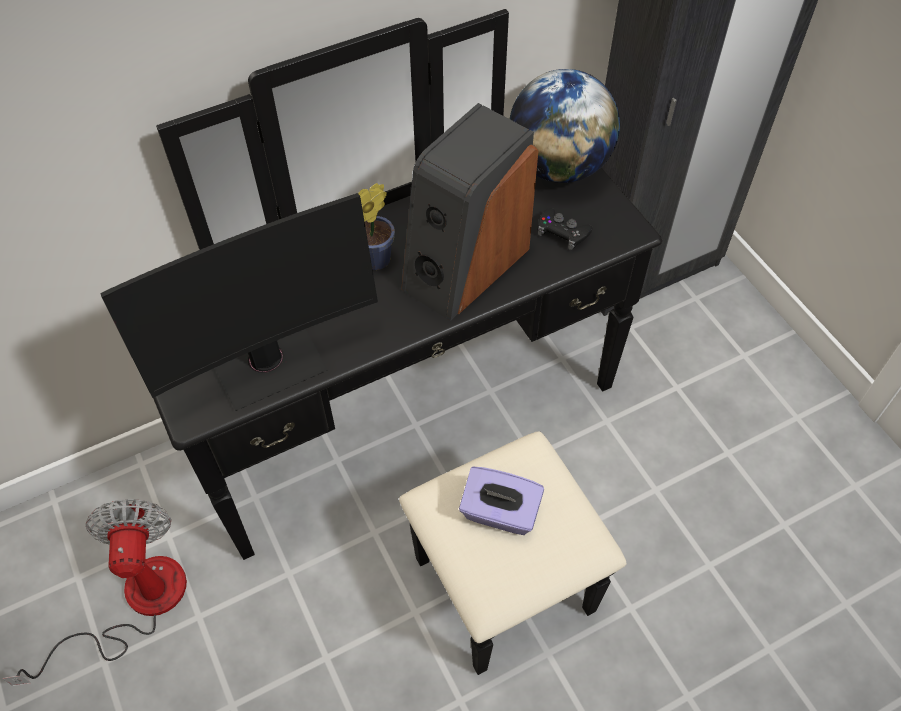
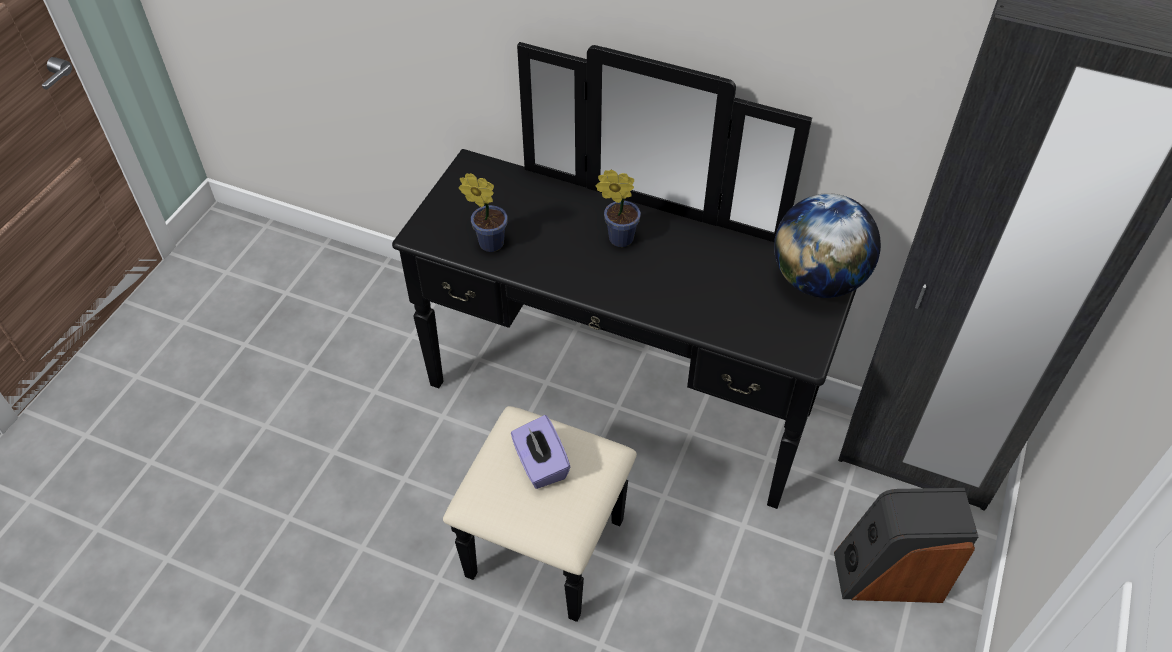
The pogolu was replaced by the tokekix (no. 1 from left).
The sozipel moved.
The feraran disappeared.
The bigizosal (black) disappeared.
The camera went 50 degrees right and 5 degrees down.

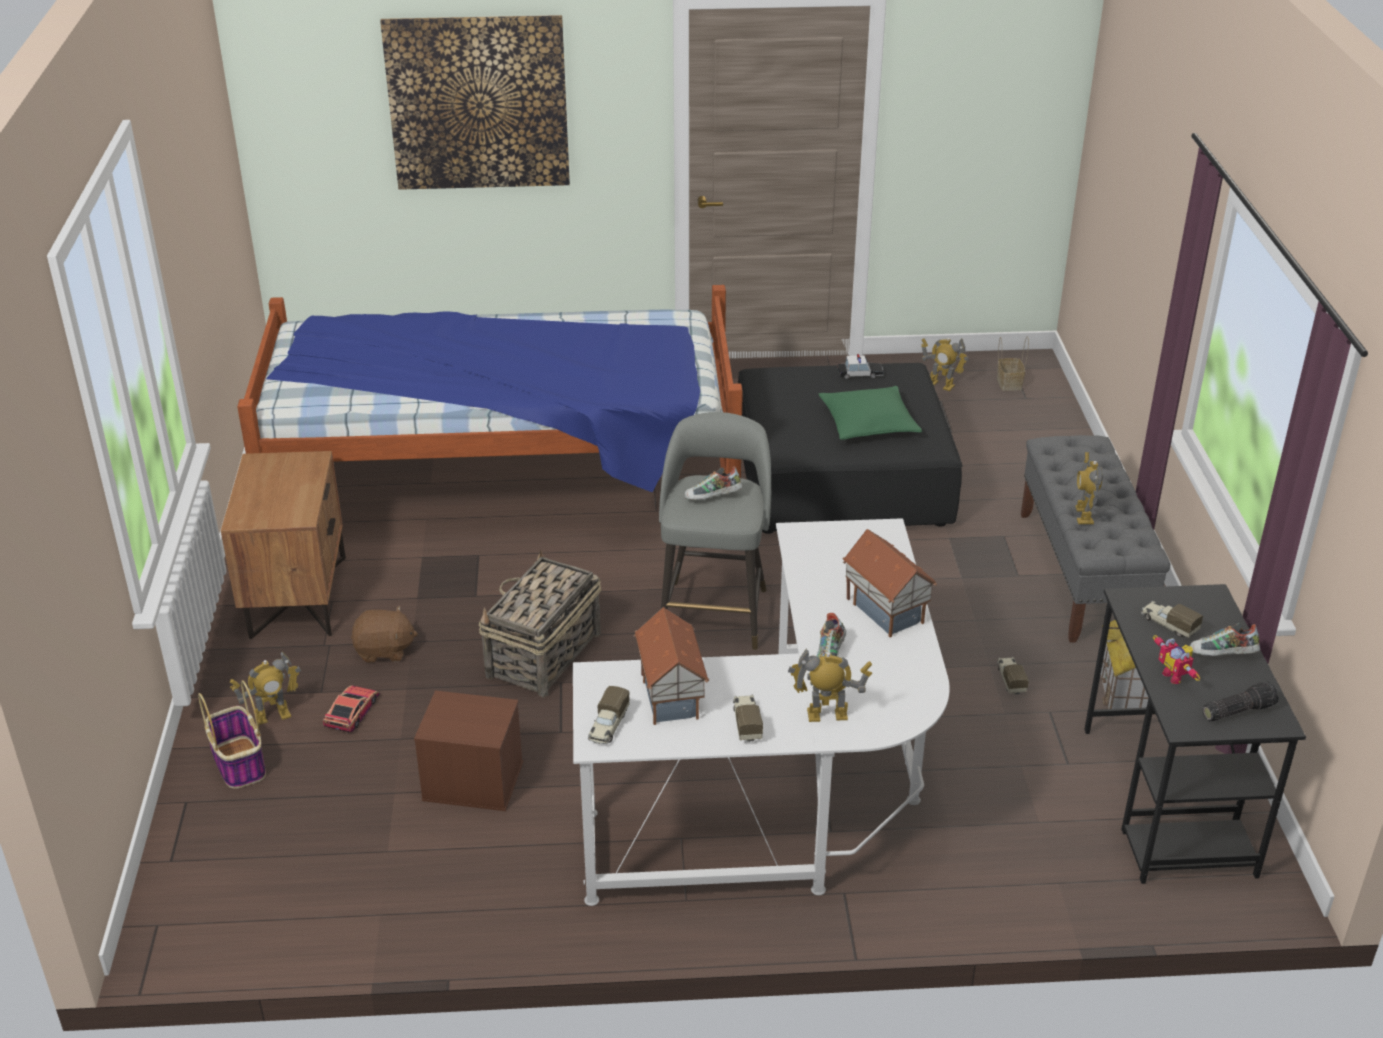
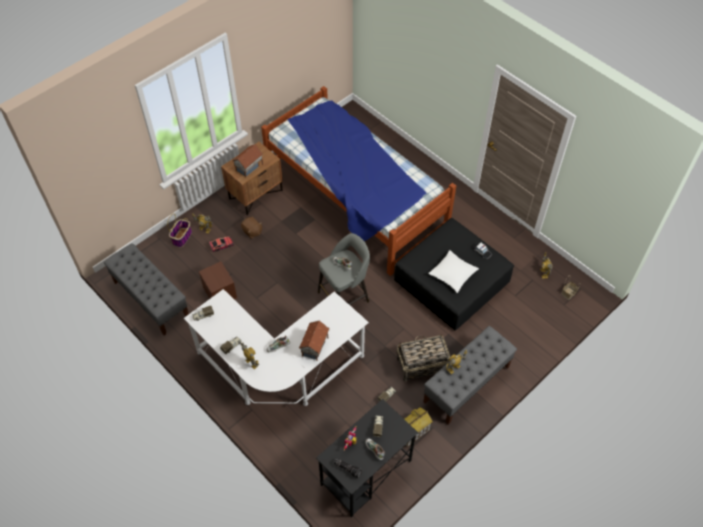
The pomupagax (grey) (no. 1 from left) appeared.
The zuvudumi (no. 1 from left) moved.
The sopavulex (no. 2 from left) moved.
The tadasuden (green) became the tadasuden (white).
The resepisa disappeared.
The camera went 50 degrees right and 20 degrees up.

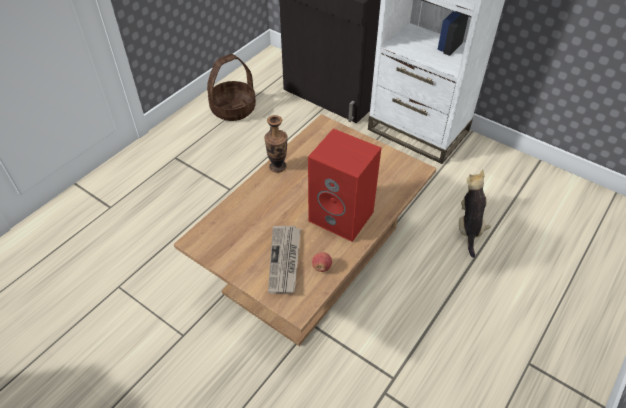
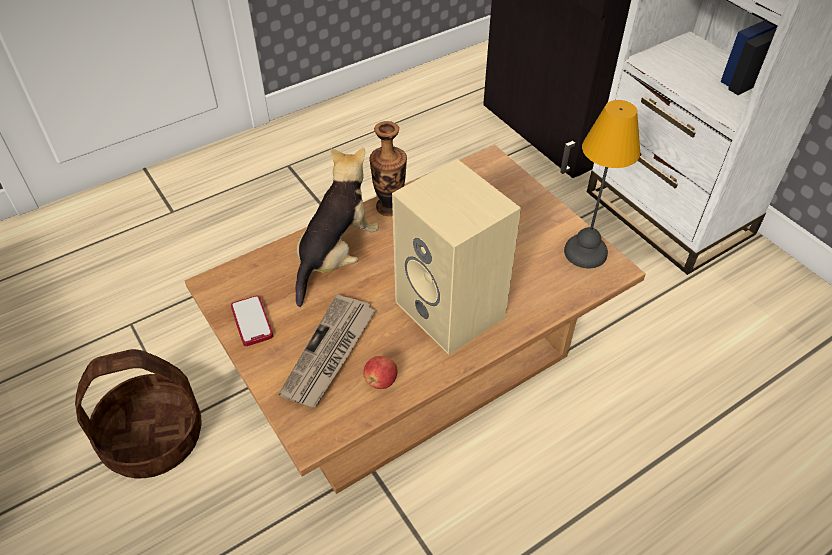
The sopavulex moved.
The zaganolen appeared.
The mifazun moved.
The sozipel (red) became the sozipel (beige).
The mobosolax appeared.
The camera went 20 degrees right and 0 degrees up.

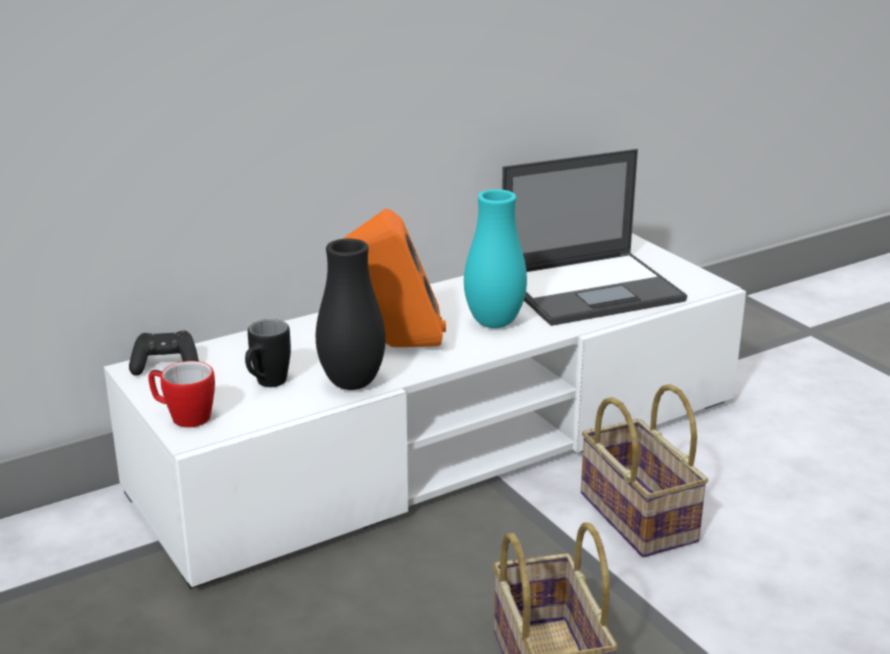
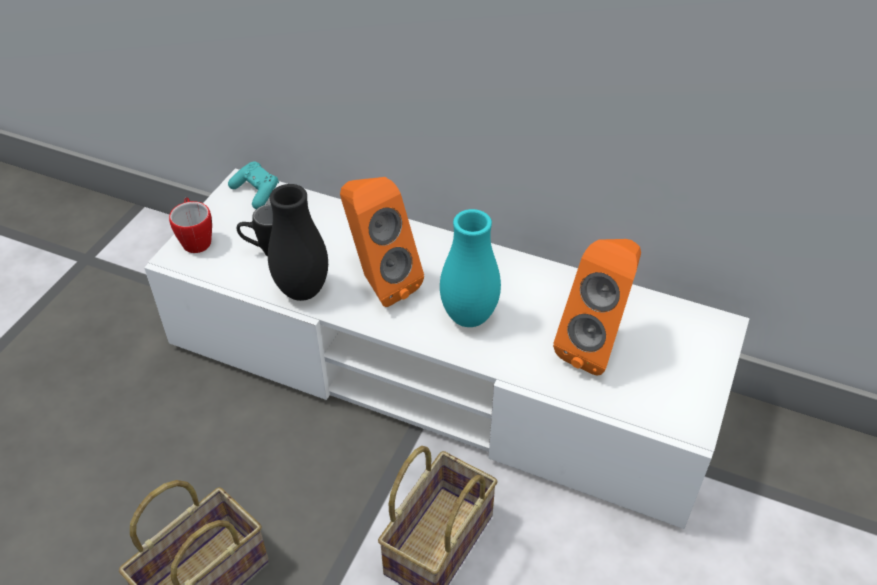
The bigizosal (black) became the bigizosal (turquoise).
The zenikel was replaced by the sozipel (orange) (no. 2 from left).
The camera went 55 degrees right and 20 degrees up.

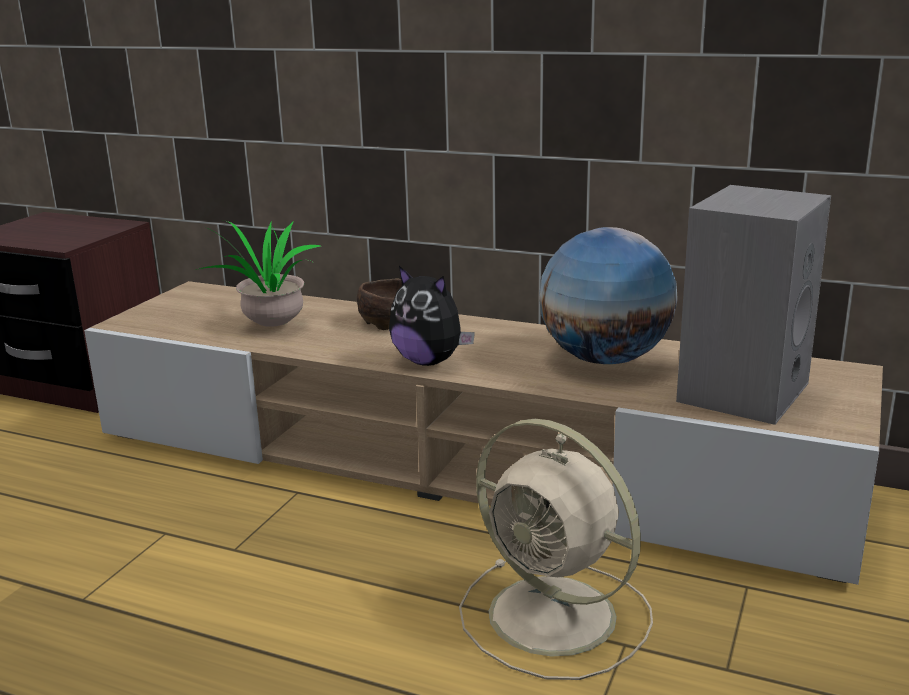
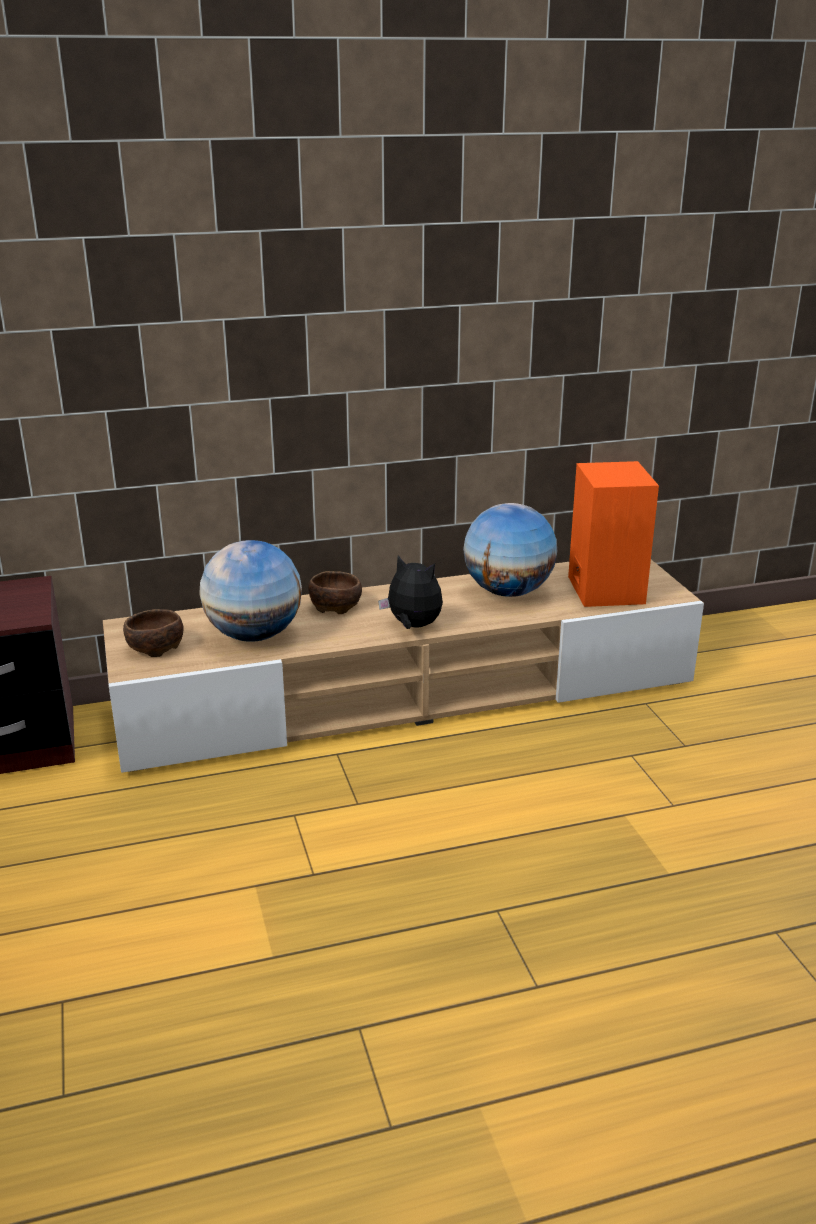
The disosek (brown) (no. 1 from left) appeared.
The tokekix was replaced by the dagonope (no. 1 from left).
The mifazun turned 150 degrees counterclockwise.
The sozipel (grey) became the sozipel (orange).
The feraran (beige) disappeared.
The camera went 40 degrees left and 5 degrees up.

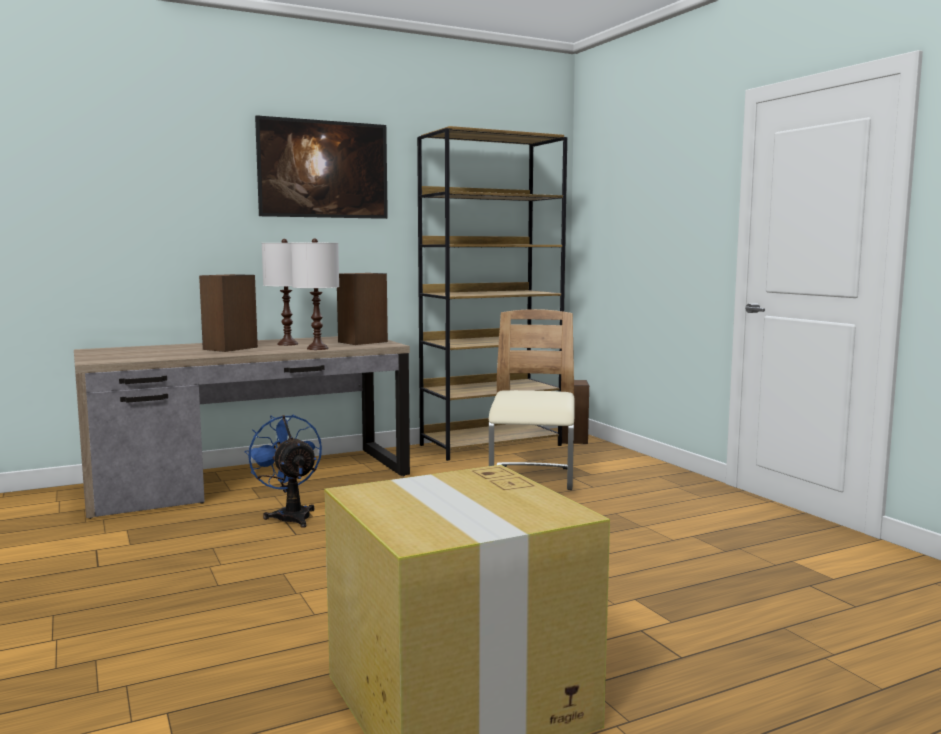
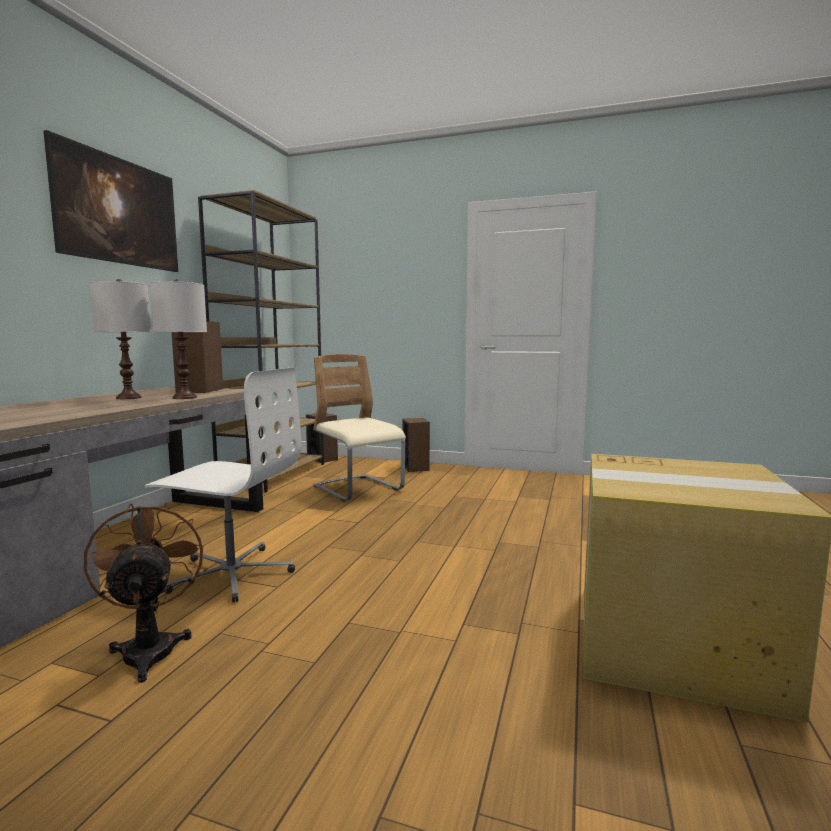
The feraran (brown) appeared.
The feraran (blue) was replaced by the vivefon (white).
The sozipel (no. 1 from left in the first image) moved.
The camera went 45 degrees left and 0 degrees up.

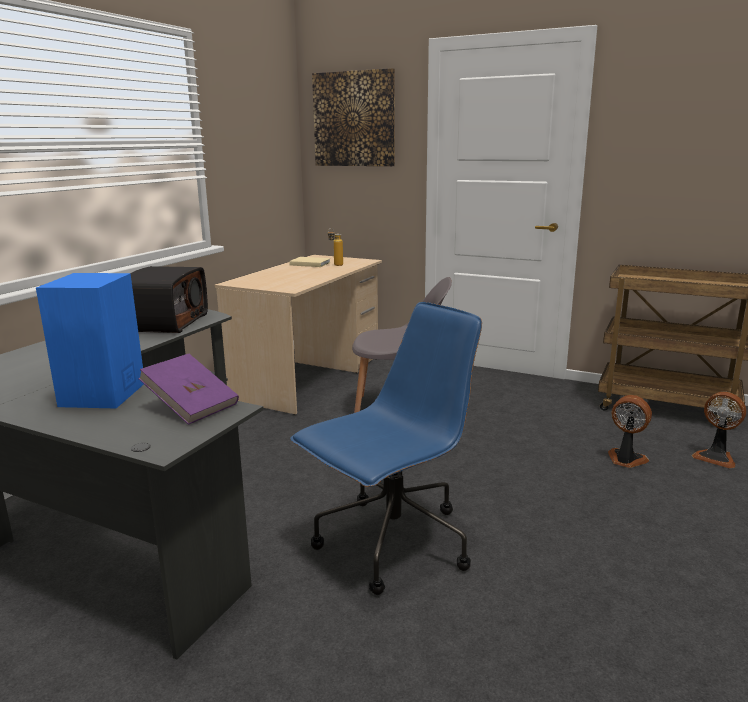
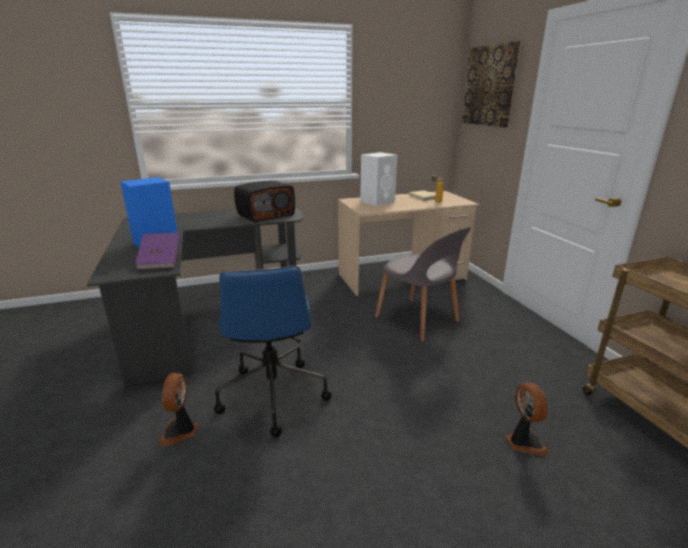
The feraran (no. 2 from left in the first image) moved.
The vivefon (blue) turned 75 degrees clockwise.
The sozipel (white) appeared.
The camera went 45 degrees right and 5 degrees up.

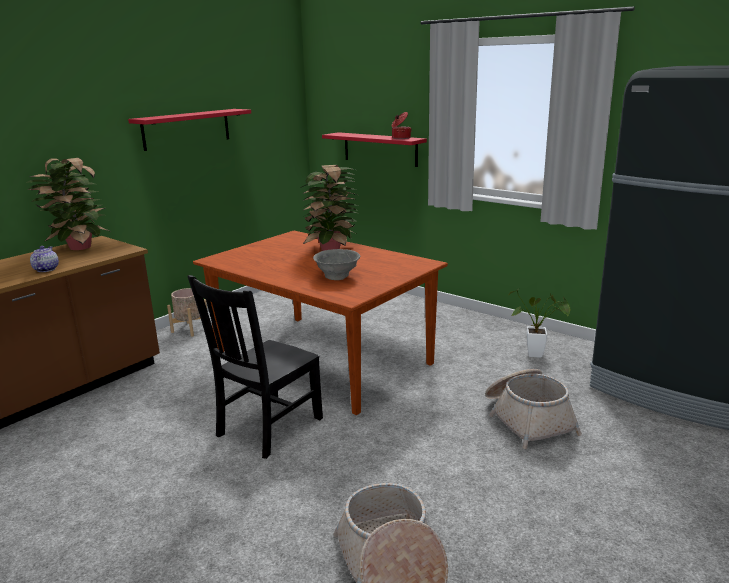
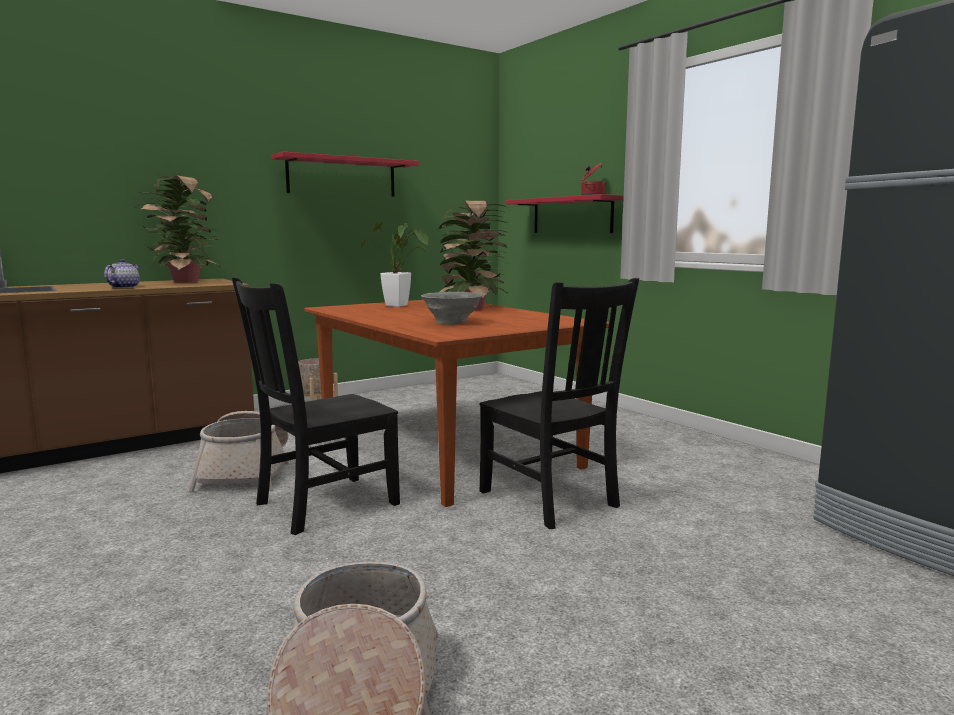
The sopavulex (no. 2 from left in the first image) moved.
The tokekix (no. 3 from left in the first image) moved.
The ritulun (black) (no. 2 from left) appeared.
The camera went 15 degrees right and 10 degrees down.

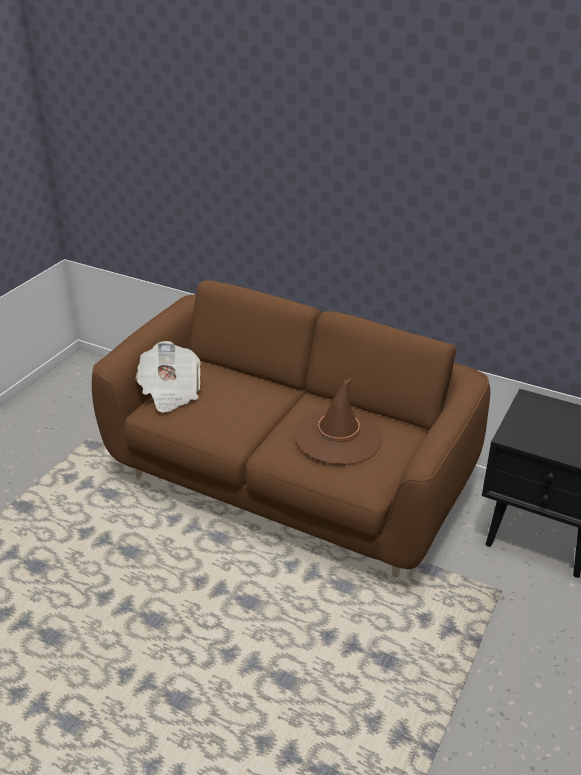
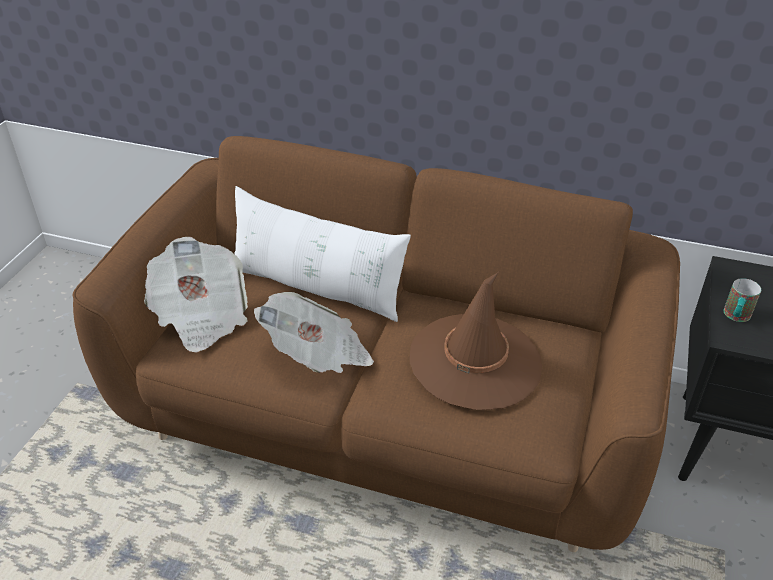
The tadasuden (white) appeared.
The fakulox (no. 2 from left) appeared.
The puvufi appeared.
The camera went 10 degrees left and 5 degrees up.

